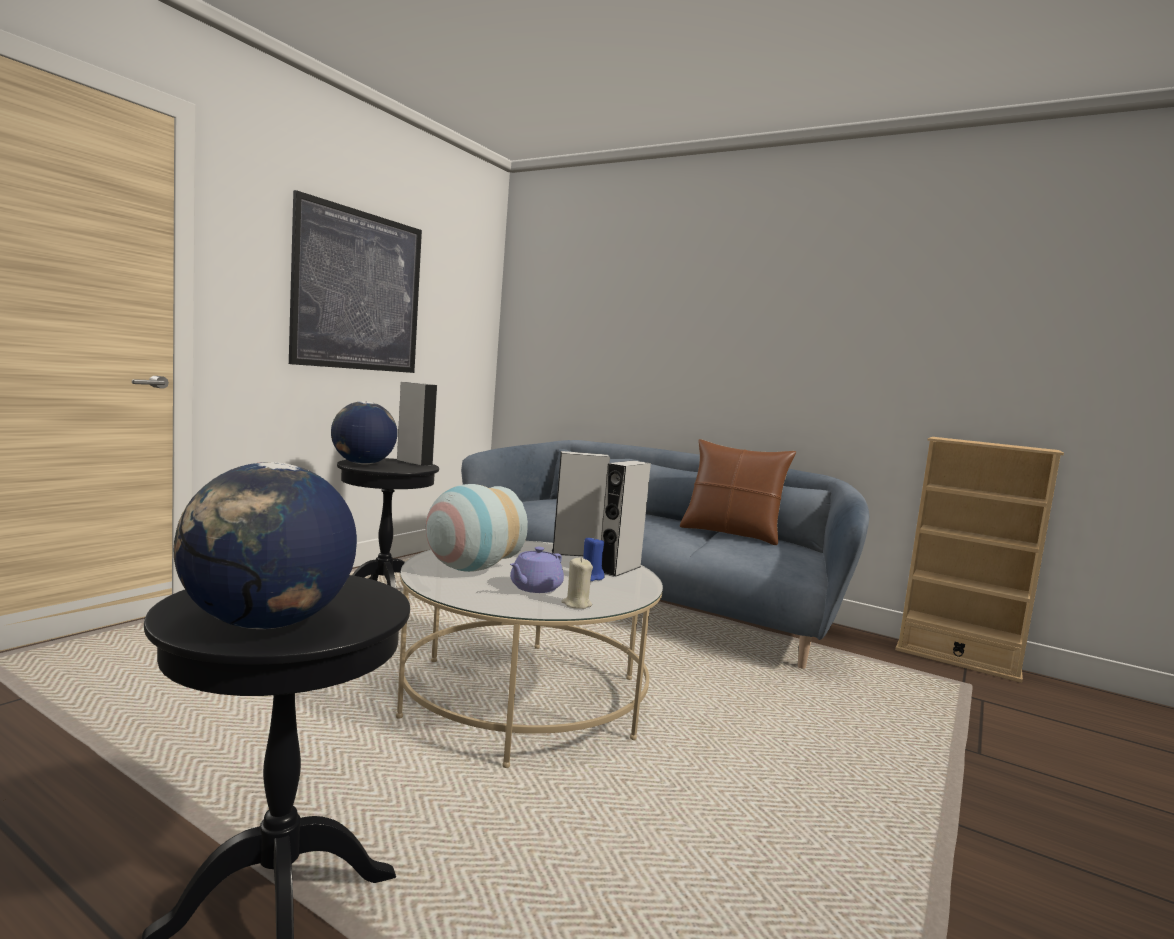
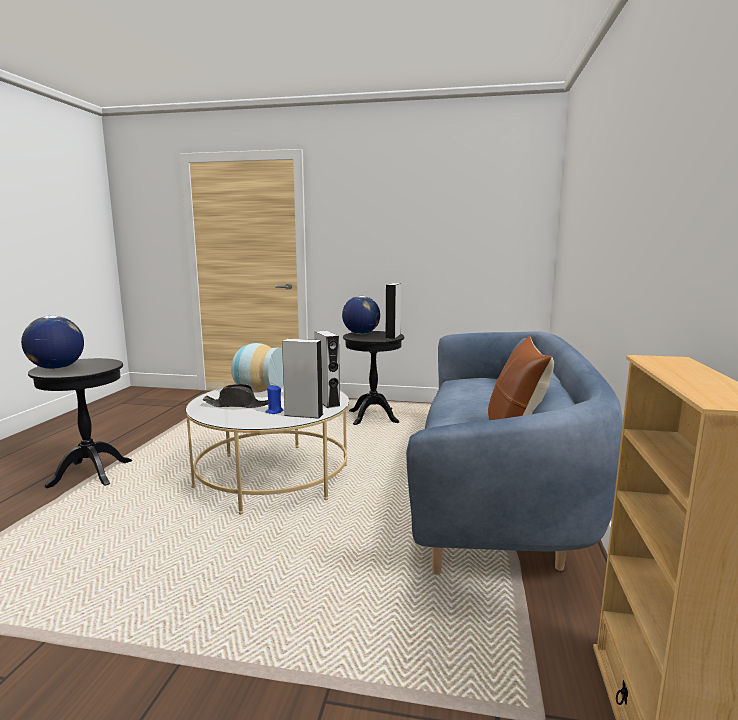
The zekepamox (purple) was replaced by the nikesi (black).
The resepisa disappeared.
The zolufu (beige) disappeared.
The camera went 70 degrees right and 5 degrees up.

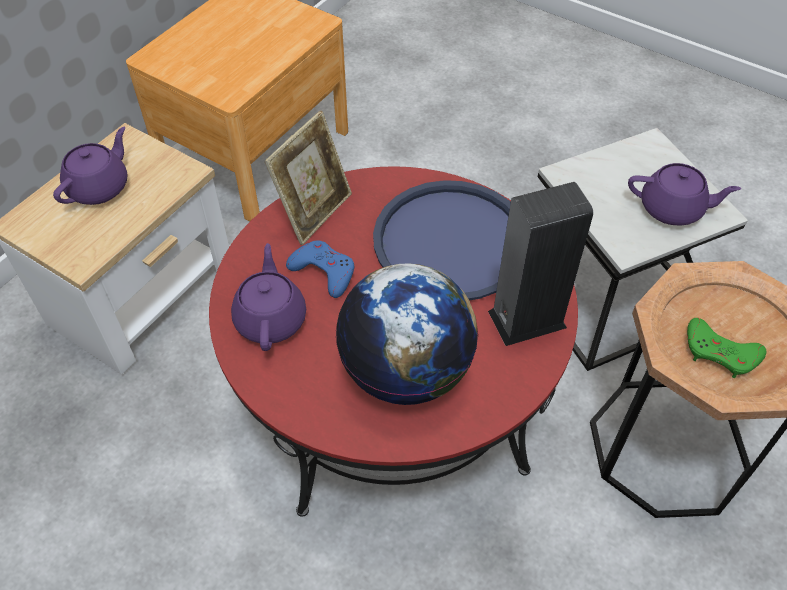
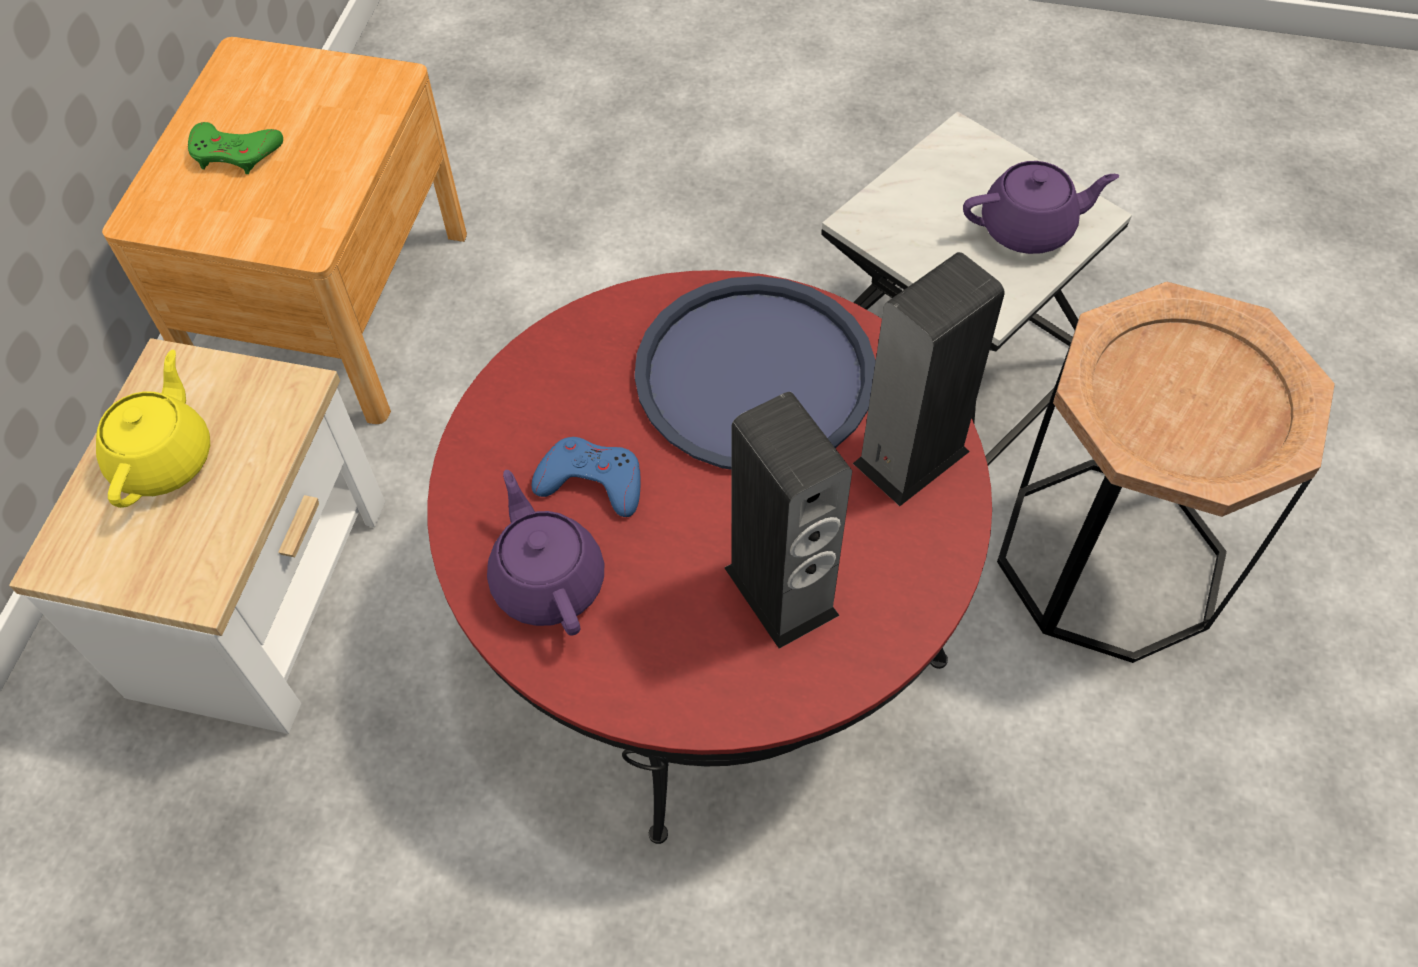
The zekepamox (purple) (no. 1 from left) became the zekepamox (yellow).
The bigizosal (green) moved.
The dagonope was replaced by the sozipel (no. 1 from left).
The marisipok disappeared.
The camera went 20 degrees left and 5 degrees up.

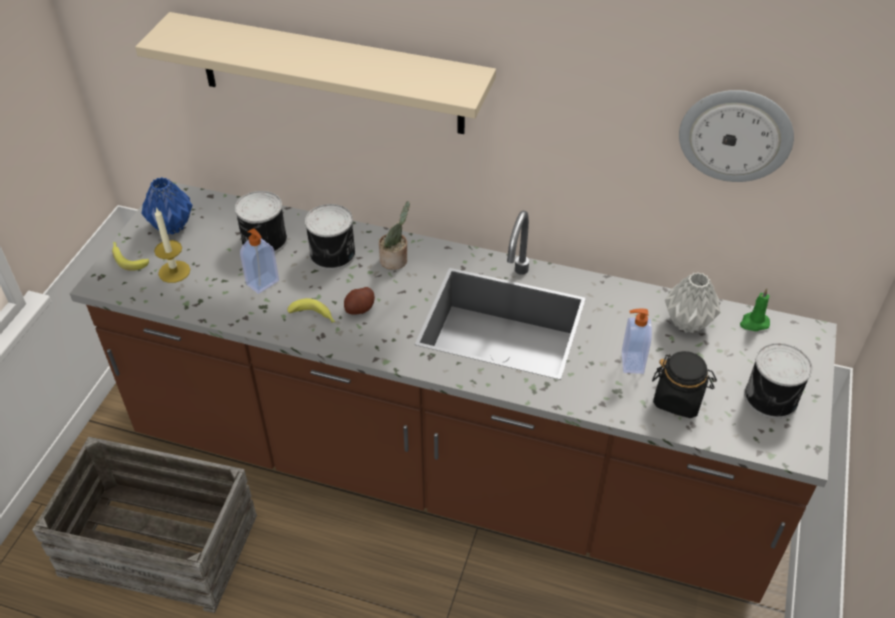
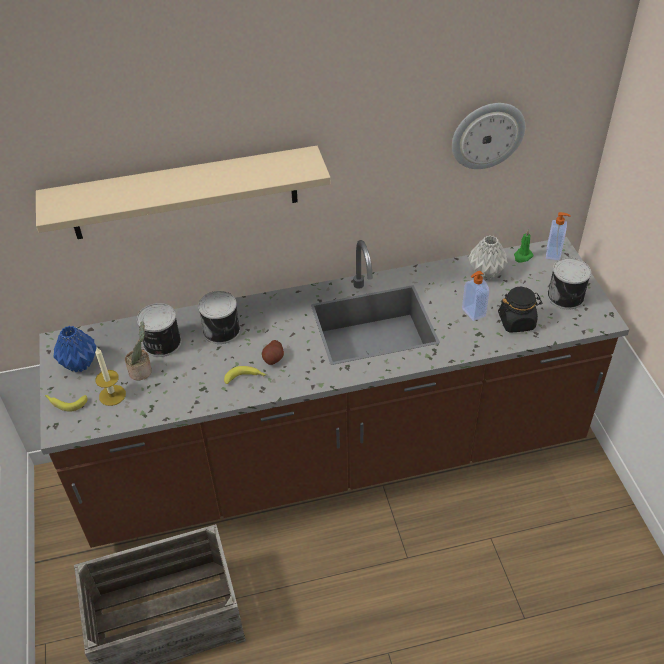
The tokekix moved.
The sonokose (no. 1 from left in the first image) moved.
The camera went 30 degrees left and 0 degrees up.

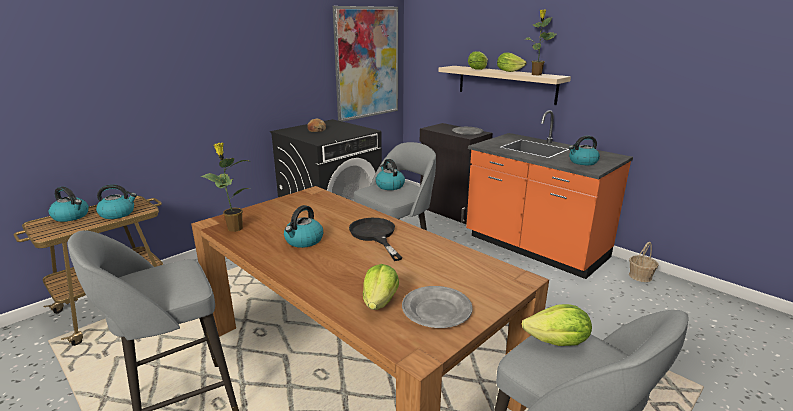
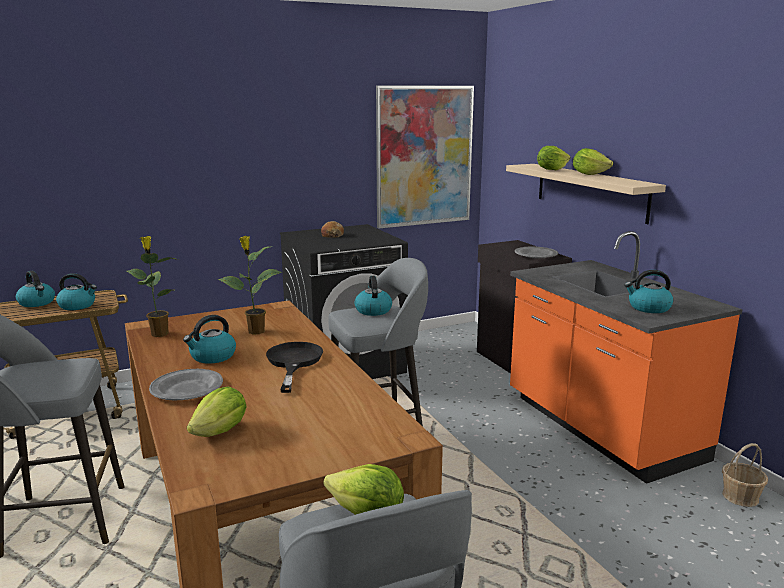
The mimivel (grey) (no. 1 from left) moved.
The tokekix (no. 2 from left) moved.
The camera went 20 degrees right and 5 degrees down.

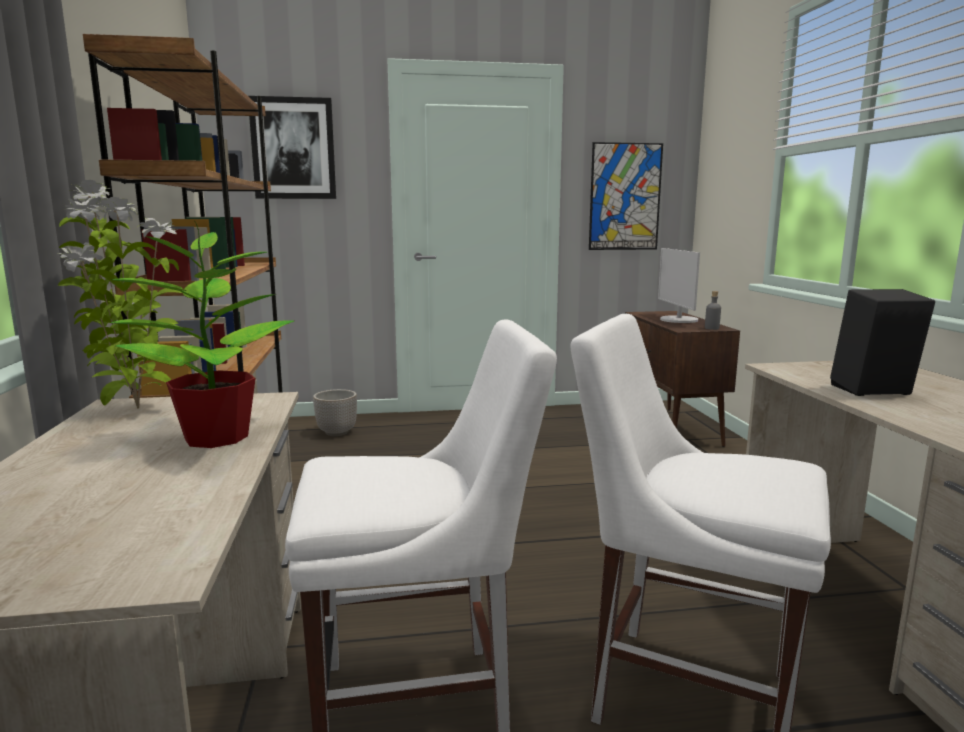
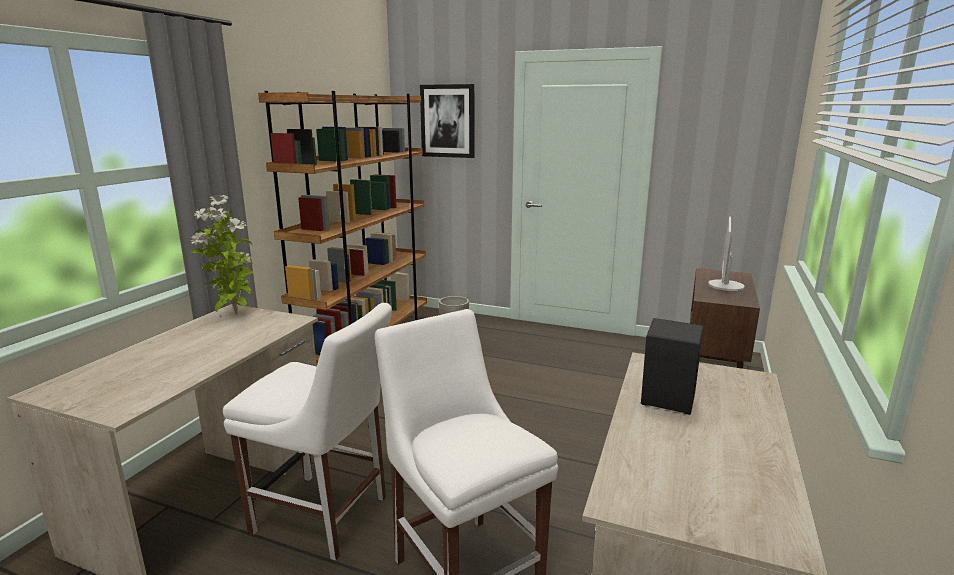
The tokekix (no. 2 from left) disappeared.
The resepisa (no. 2 from left) disappeared.
The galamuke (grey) disappeared.
The camera went 30 degrees right and 5 degrees up.

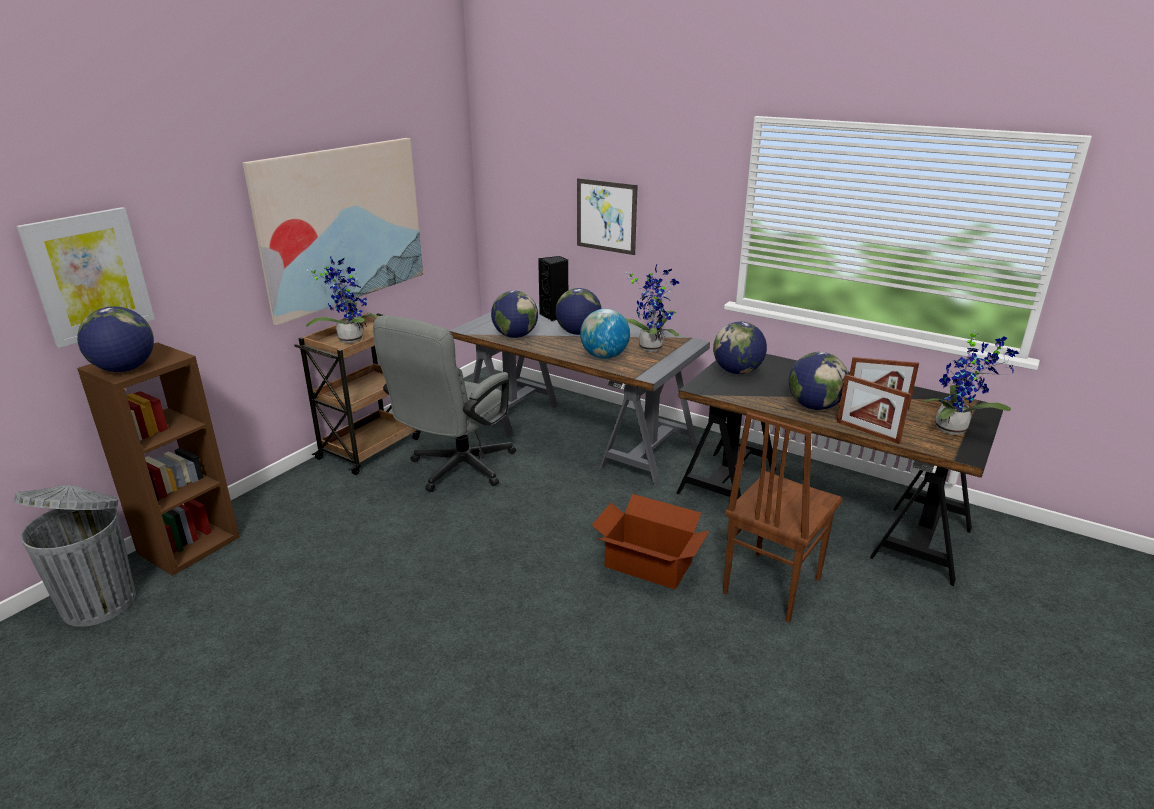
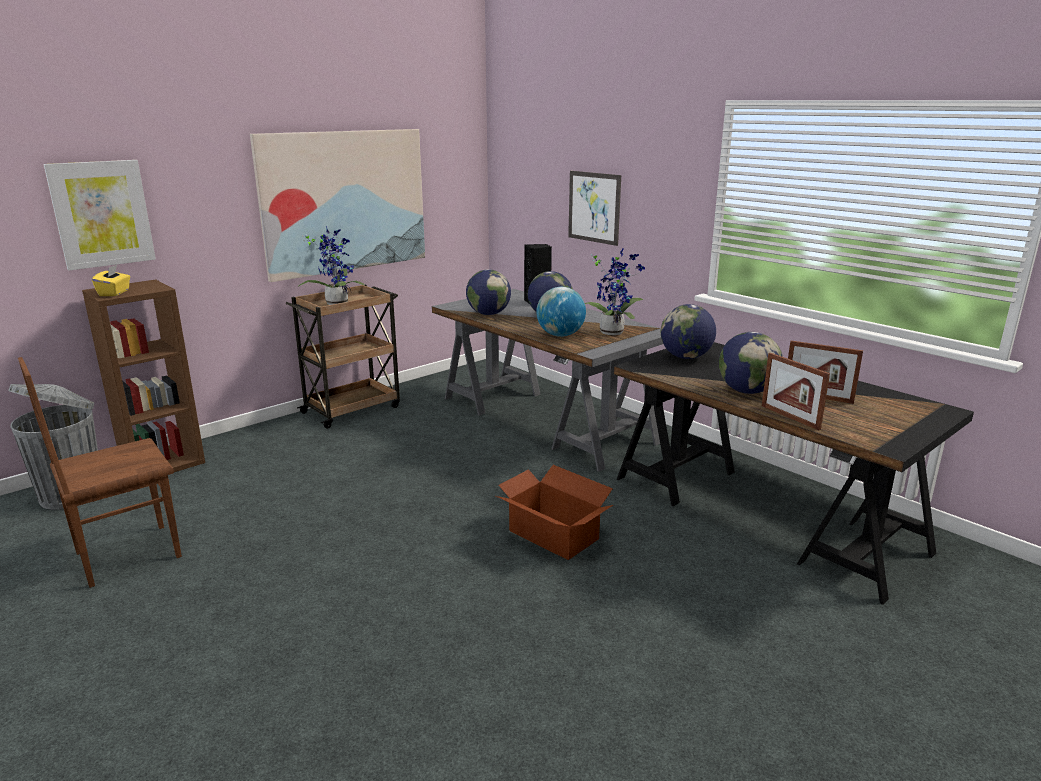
The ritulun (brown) moved.
The dagonope (no. 1 from left) was replaced by the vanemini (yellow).
The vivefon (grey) disappeared.
The tokekix (no. 3 from left) disappeared.
The camera went 15 degrees right and 5 degrees down.

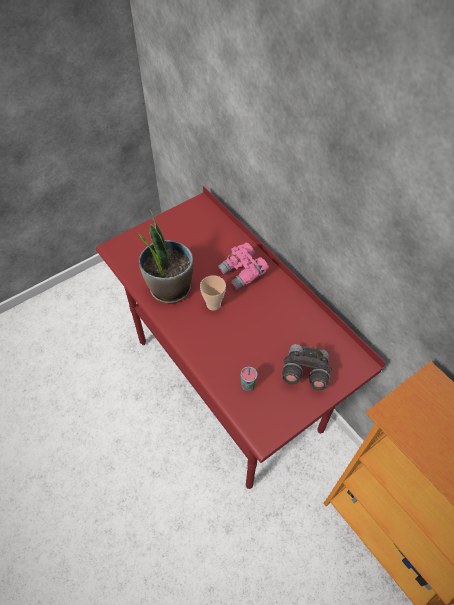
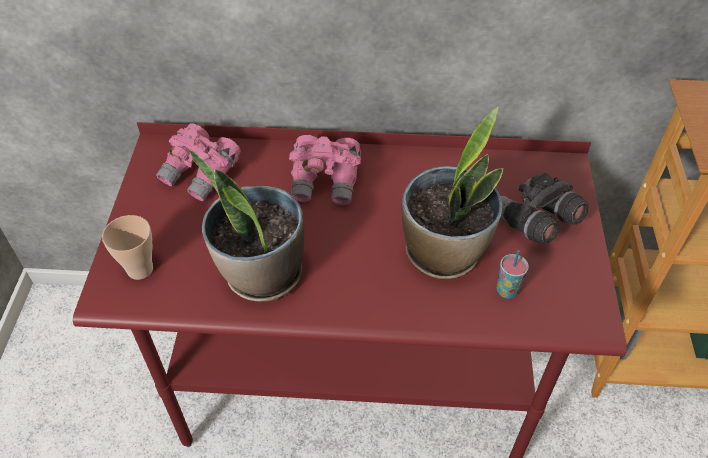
The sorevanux (no. 1 from left) moved.
The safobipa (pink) (no. 1 from left) appeared.
The tokekix (no. 2 from left) appeared.
The camera went 50 degrees left and 5 degrees down.

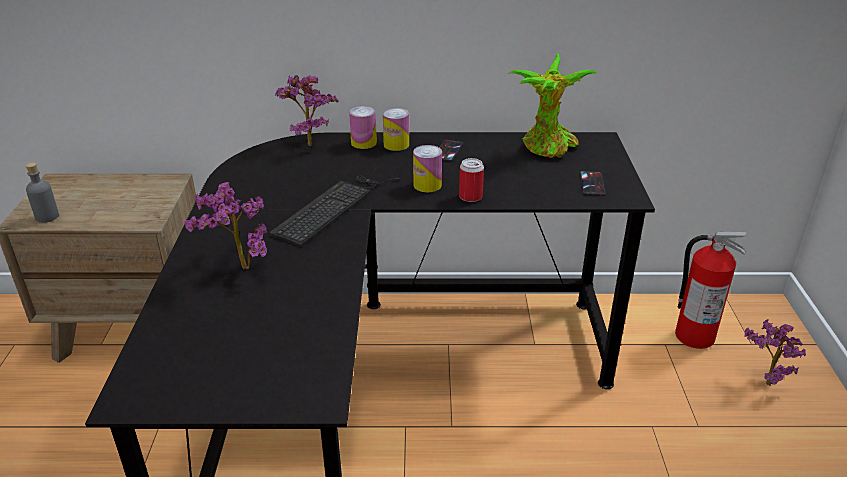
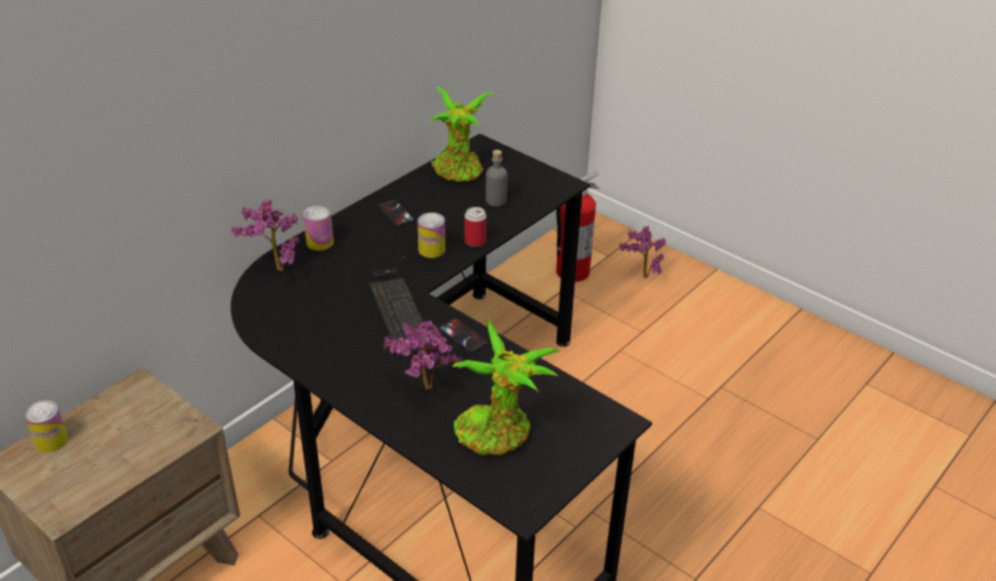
The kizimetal (no. 2 from left in the first image) moved.
The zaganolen (no. 2 from left) moved.
The tokekix (no. 4 from left) appeared.
The galamuke (grey) moved.
The camera went 50 degrees left and 5 degrees up.

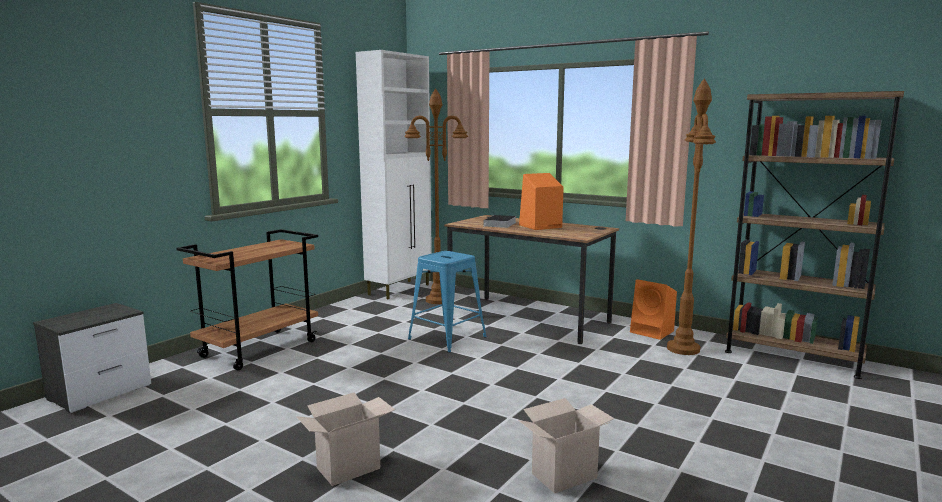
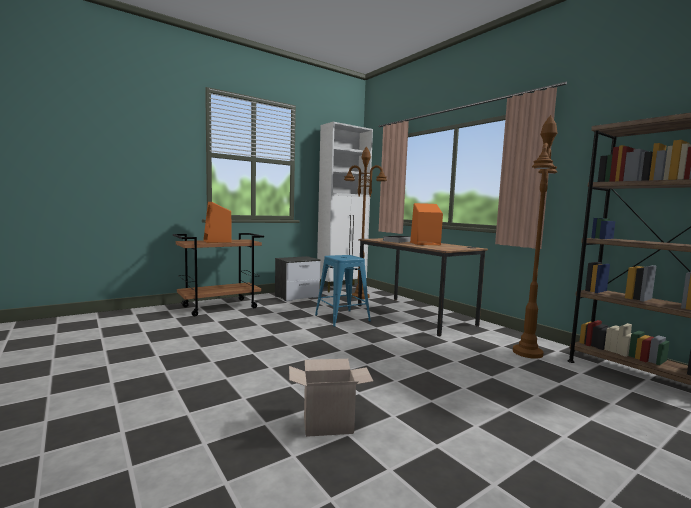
The sozipel (orange) (no. 2 from left in the first image) moved.
The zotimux moved.
The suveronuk (no. 1 from left) disappeared.
The camera went 20 degrees right and 5 degrees down.

